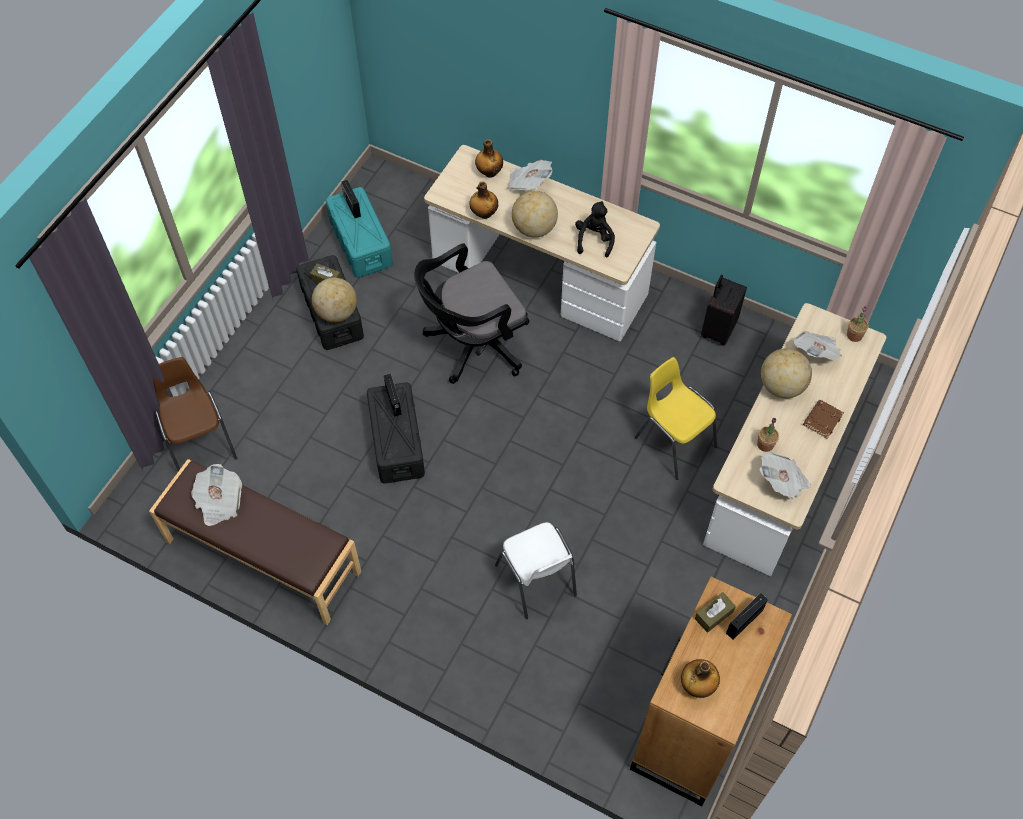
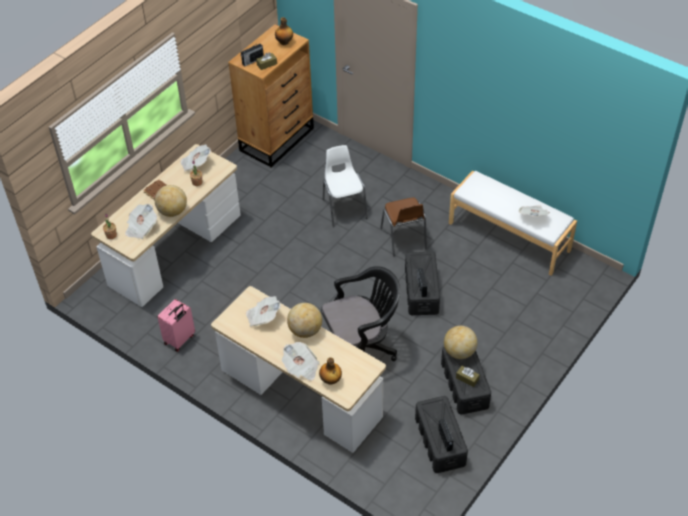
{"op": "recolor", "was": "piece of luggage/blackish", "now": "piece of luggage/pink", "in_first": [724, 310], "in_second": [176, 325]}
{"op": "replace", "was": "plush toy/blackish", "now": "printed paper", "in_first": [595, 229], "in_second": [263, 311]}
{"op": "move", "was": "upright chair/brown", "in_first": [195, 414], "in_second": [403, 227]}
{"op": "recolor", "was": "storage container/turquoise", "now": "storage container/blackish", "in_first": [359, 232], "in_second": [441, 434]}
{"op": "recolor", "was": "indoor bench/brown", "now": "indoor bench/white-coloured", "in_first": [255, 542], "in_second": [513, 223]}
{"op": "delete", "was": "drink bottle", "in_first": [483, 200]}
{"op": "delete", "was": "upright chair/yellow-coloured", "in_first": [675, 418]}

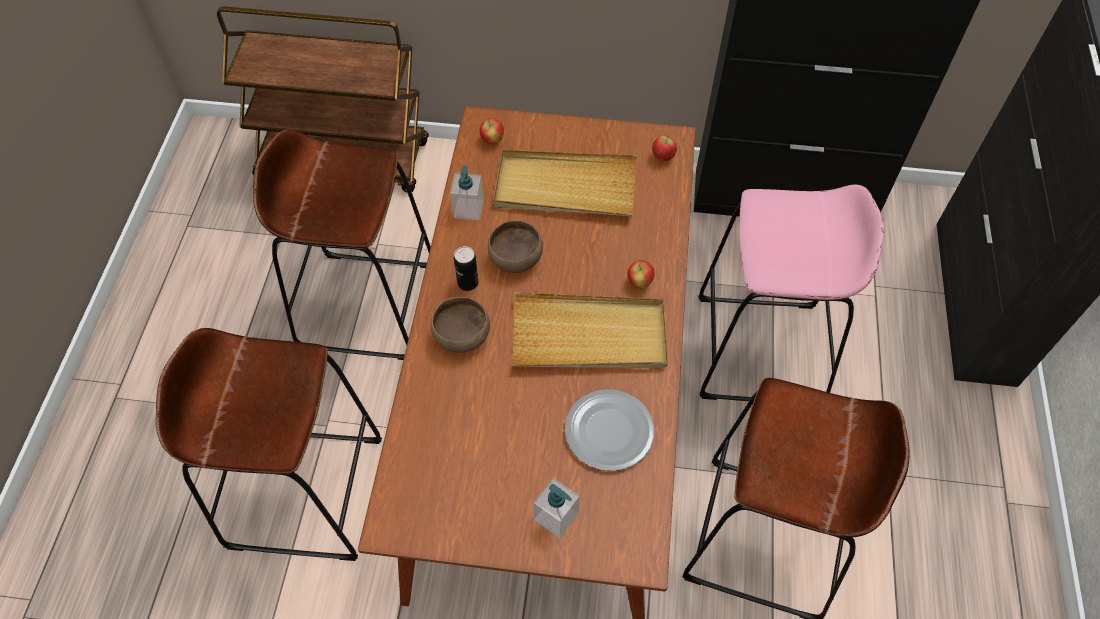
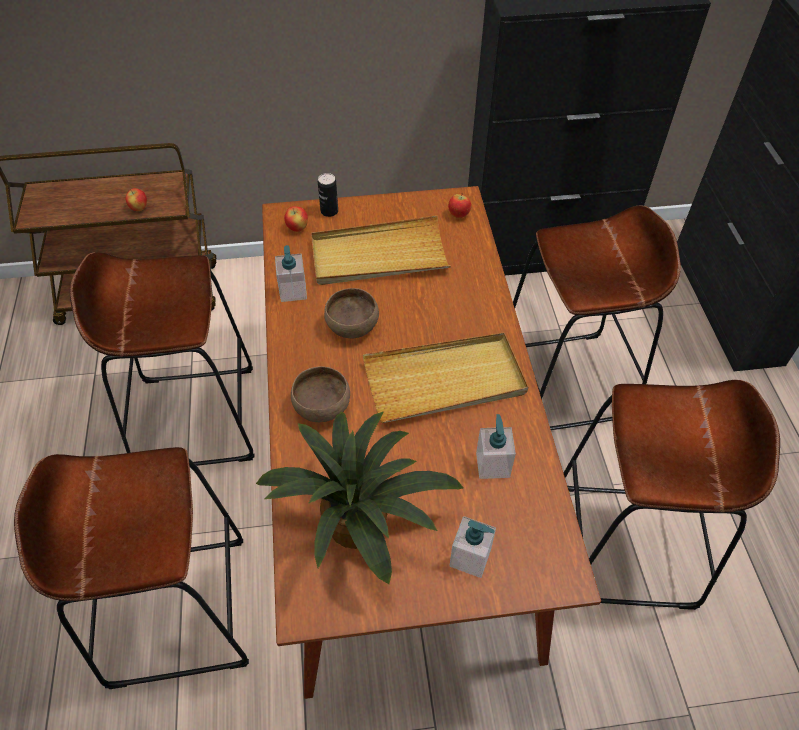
{"op": "move", "was": "apple fruit", "in_first": [641, 274], "in_second": [136, 199]}
{"op": "insert", "now": "potted plant", "in_second": [360, 497]}
{"op": "move", "was": "sealed can", "in_first": [466, 268], "in_second": [328, 195]}
{"op": "replace", "was": "flat dish", "now": "soap bottle", "in_first": [609, 430], "in_second": [496, 446]}
{"op": "recolor", "was": "stool seat/pink", "now": "stool seat/brown", "in_first": [791, 293], "in_second": [597, 317]}

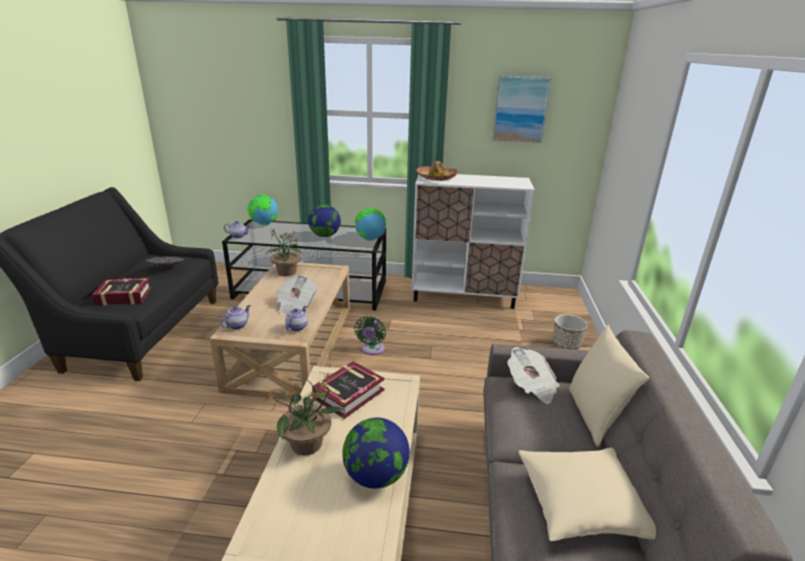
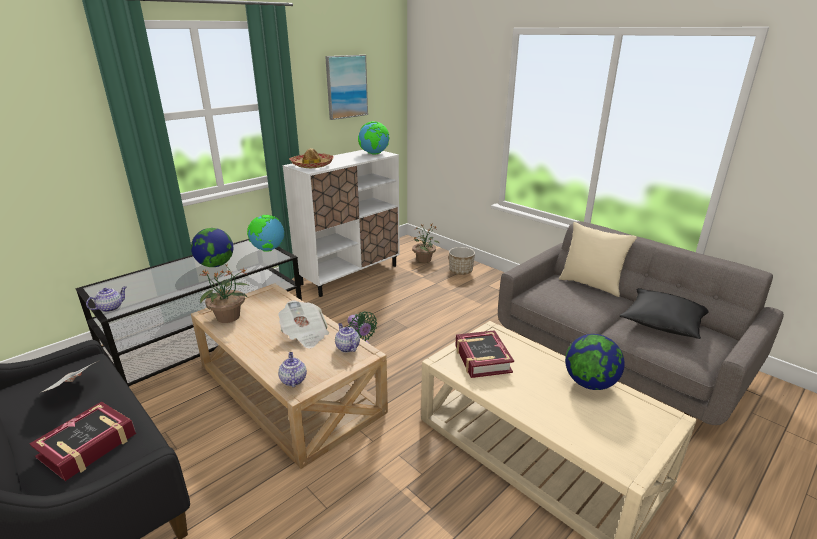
{"op": "move", "was": "desk globe", "in_first": [263, 210], "in_second": [374, 138]}
{"op": "move", "was": "potted plant", "in_first": [306, 414], "in_second": [425, 243]}
{"op": "recolor", "was": "throw pillow/beige-coloured", "now": "throw pillow/blackish", "in_first": [587, 494], "in_second": [664, 313]}
{"op": "delete", "was": "printed paper", "in_first": [533, 375]}

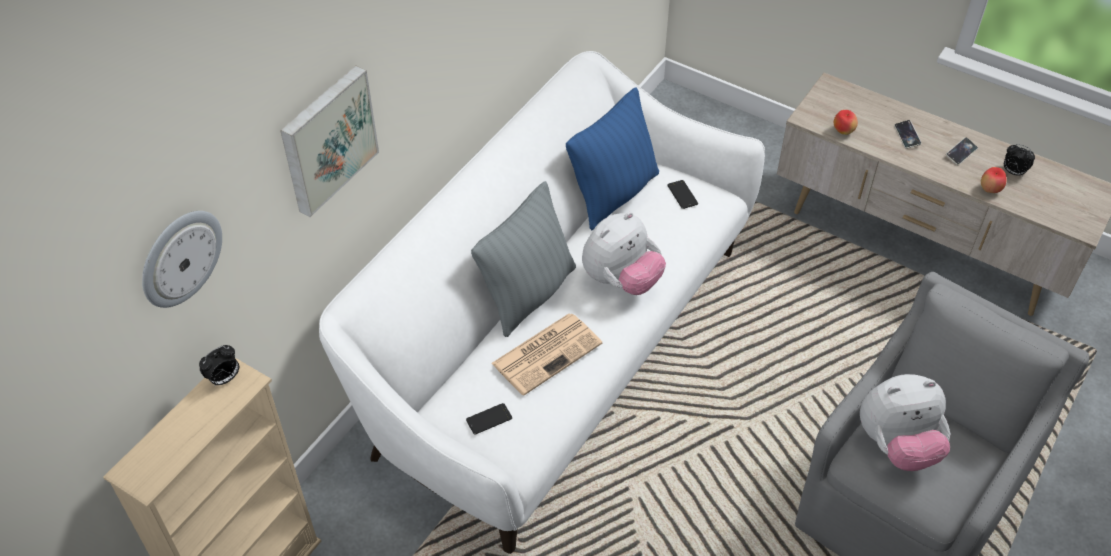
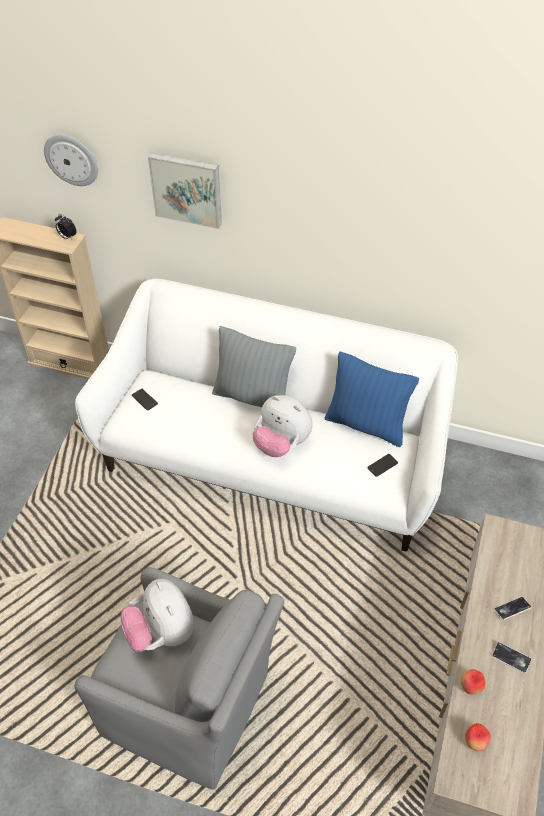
{"op": "move", "was": "apple fruit", "in_first": [846, 122], "in_second": [478, 737]}
{"op": "delete", "was": "printed paper", "in_first": [546, 355]}
{"op": "delete", "was": "bedside clock", "in_first": [1019, 160]}

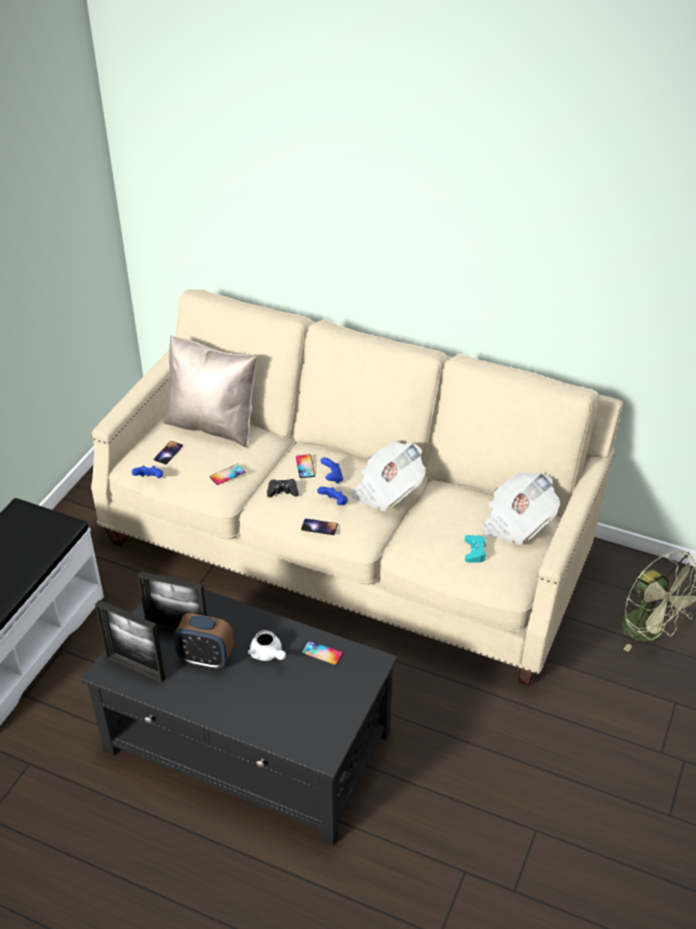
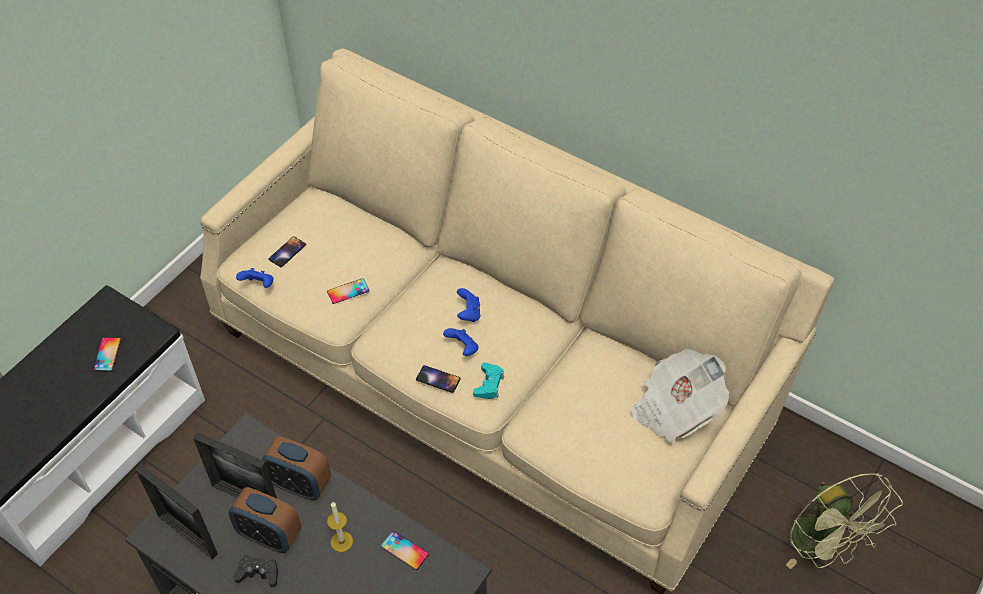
{"op": "move", "was": "phone", "in_first": [305, 466], "in_second": [107, 354]}
{"op": "move", "was": "gamepad/blackish", "in_first": [283, 488], "in_second": [255, 571]}
{"op": "insert", "now": "bedside clock", "in_second": [296, 468]}
{"op": "replace", "was": "tea pot/white-coloured", "now": "candle", "in_first": [267, 645], "in_second": [340, 527]}
{"op": "move", "was": "gamepad/turquoise", "in_first": [475, 549], "in_second": [488, 380]}
{"op": "delete", "was": "throw pillow/beige-coloured", "in_first": [210, 391]}
{"op": "delete", "was": "printed paper", "in_first": [388, 476]}

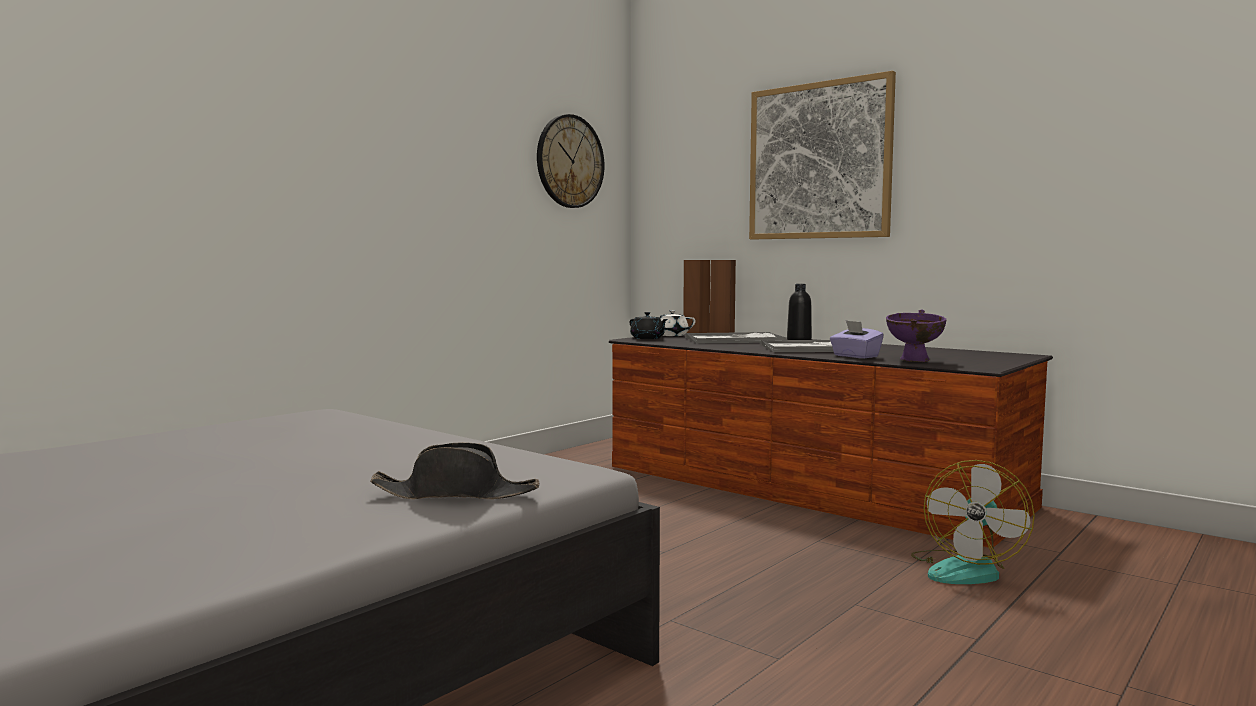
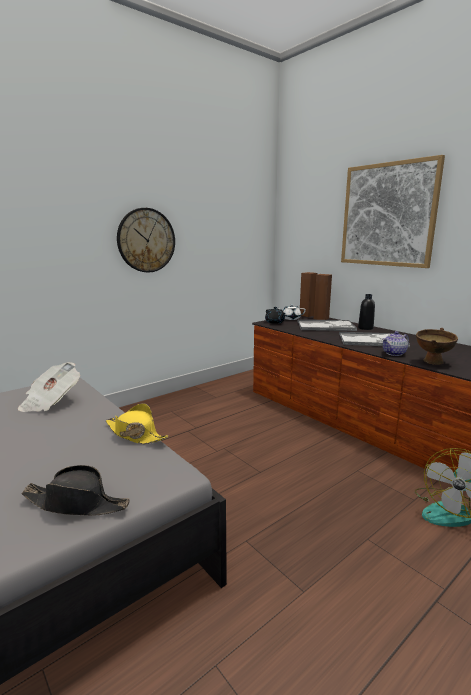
{"op": "insert", "now": "printed paper", "in_second": [49, 387]}
{"op": "insert", "now": "clothing hat/yellow-coloured", "in_second": [137, 423]}
{"op": "move", "was": "hanging clock", "in_first": [570, 161], "in_second": [146, 240]}
{"op": "replace", "was": "tissue box/purple", "now": "tea pot", "in_first": [857, 339], "in_second": [395, 343]}
{"op": "recolor", "was": "deep dish/purple", "now": "deep dish/brown", "in_first": [916, 336], "in_second": [437, 346]}

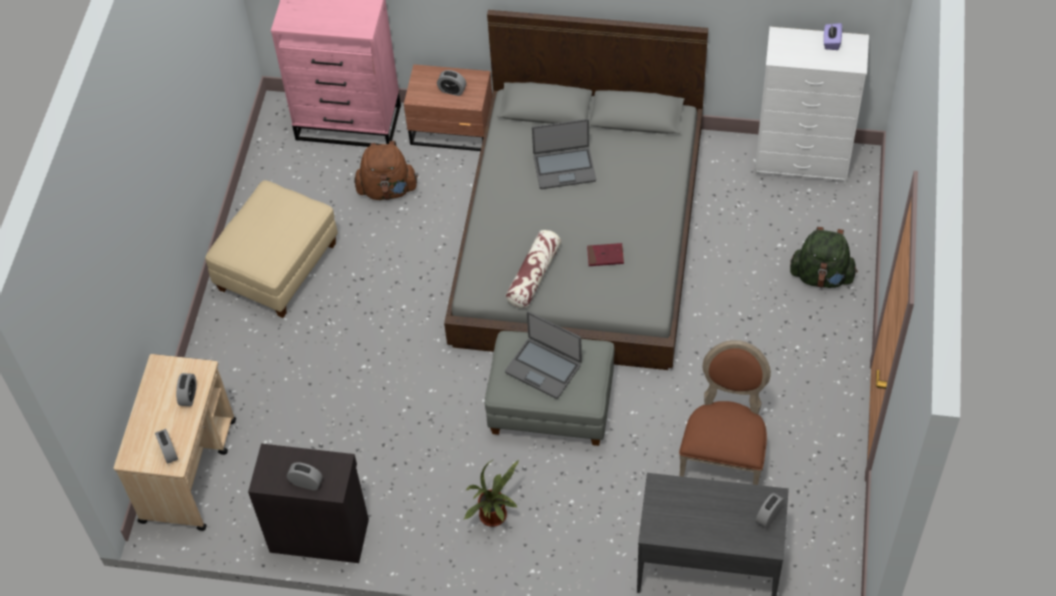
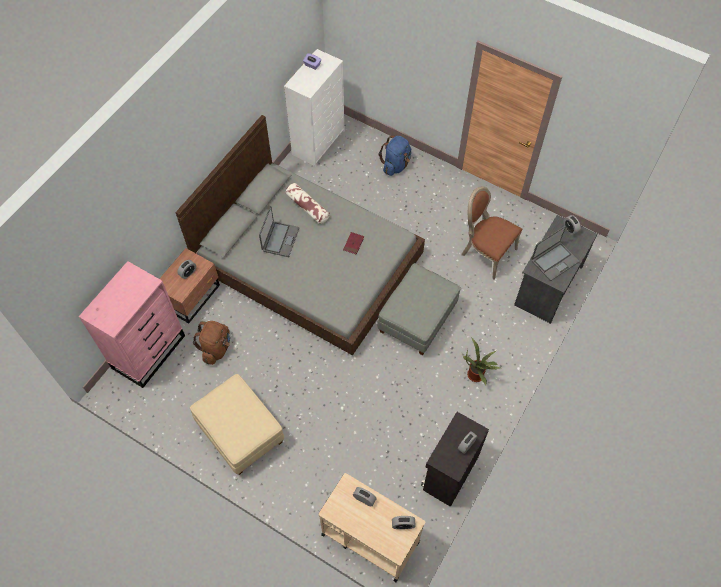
{"op": "move", "was": "throw pillow", "in_first": [533, 269], "in_second": [308, 203]}
{"op": "recolor", "was": "knapsack/green-coloured", "now": "knapsack/blue-coloured", "in_first": [824, 257], "in_second": [395, 155]}
{"op": "move", "was": "notebook computer", "in_first": [543, 355], "in_second": [555, 253]}

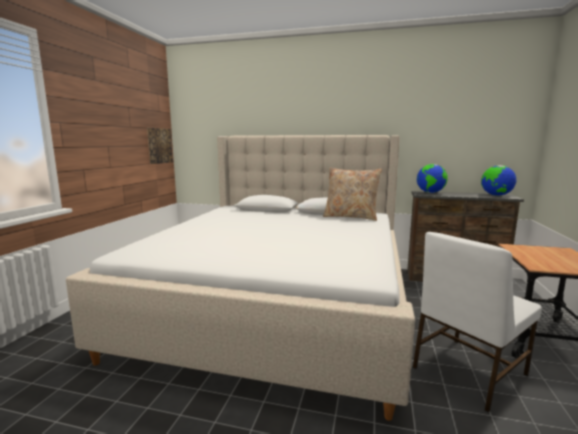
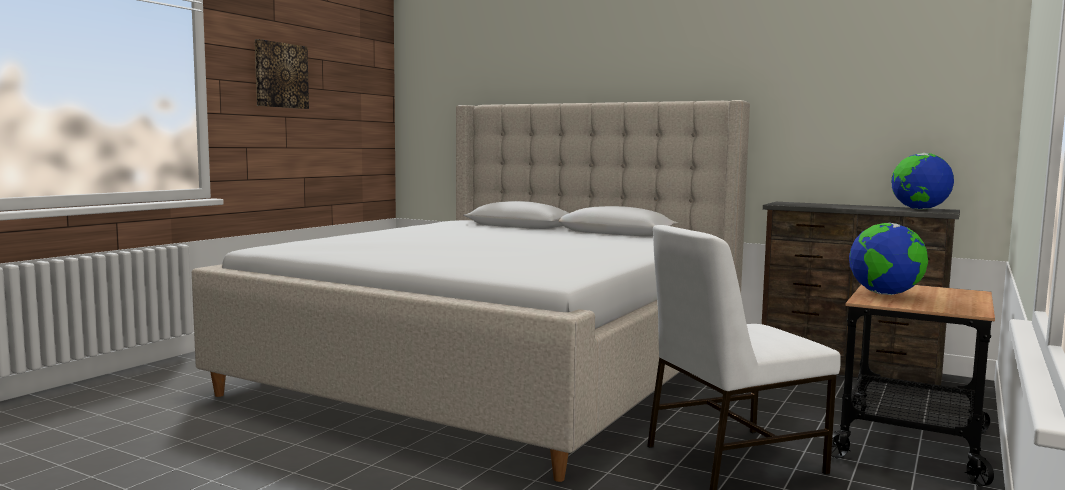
{"op": "move", "was": "wall picture", "in_first": [160, 146], "in_second": [282, 74]}
{"op": "move", "was": "desk globe", "in_first": [432, 178], "in_second": [888, 259]}
{"op": "delete", "was": "throw pillow/beige-coloured", "in_first": [352, 194]}

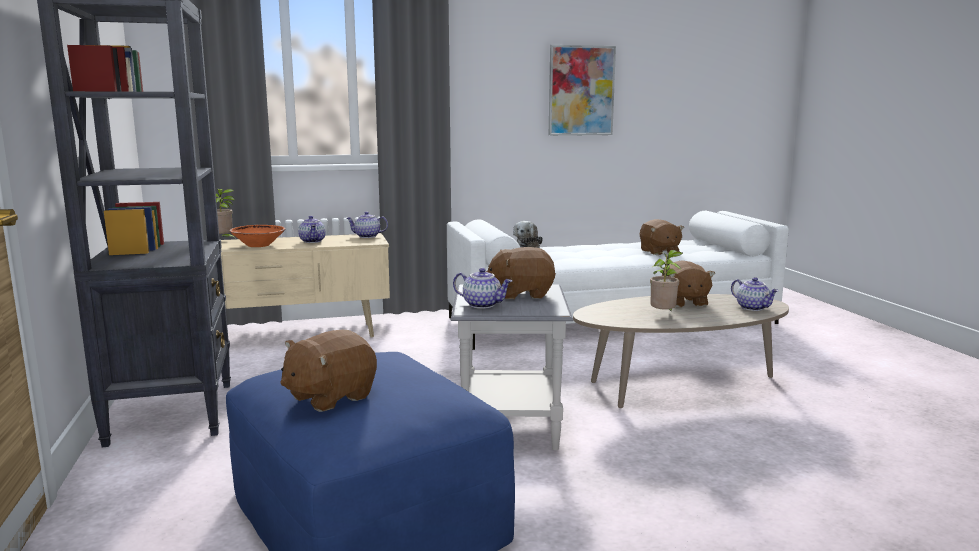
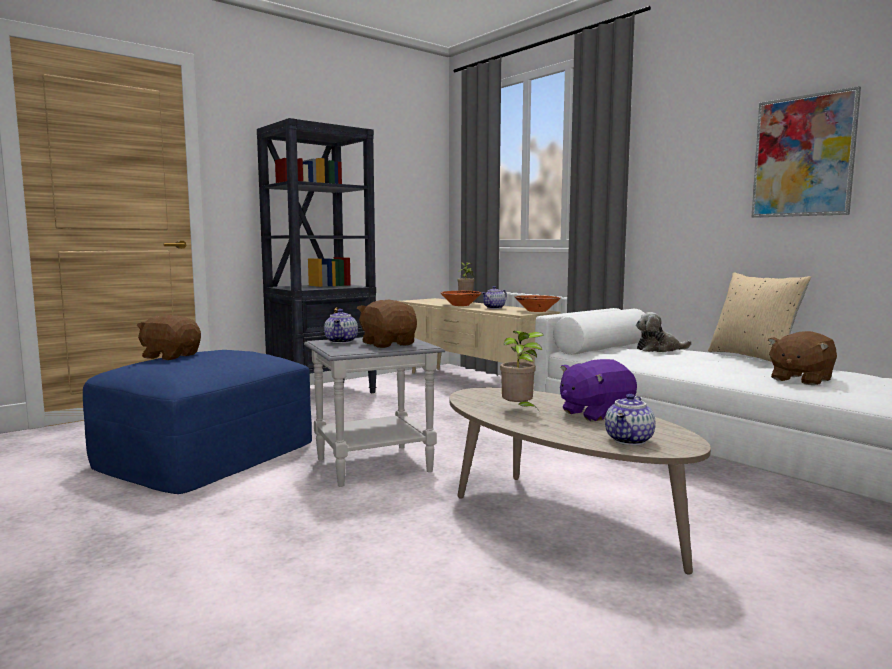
{"op": "replace", "was": "tea pot", "now": "deep dish/orange-coloured", "in_first": [367, 225], "in_second": [538, 303]}
{"op": "recolor", "was": "plush toy/brown", "now": "plush toy/purple", "in_first": [689, 283], "in_second": [598, 390]}
{"op": "insert", "now": "throw pillow/beige-coloured", "in_second": [759, 317]}

